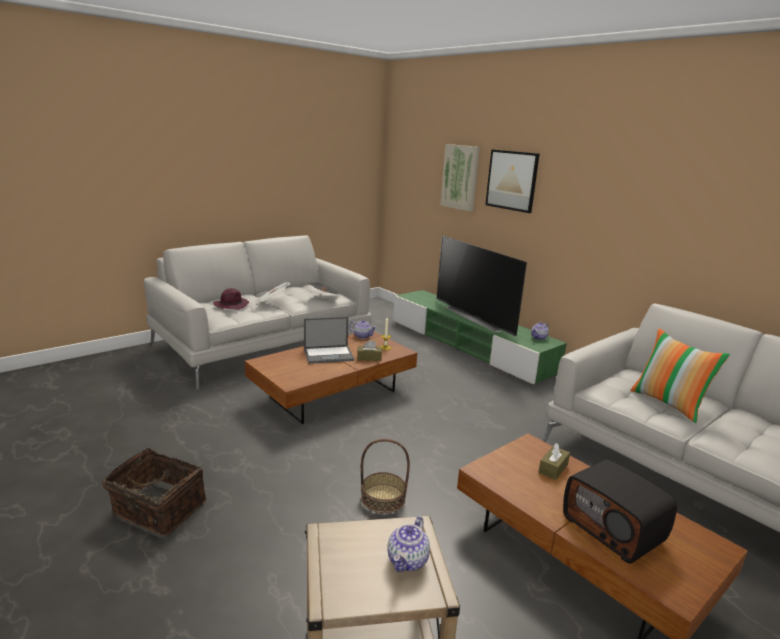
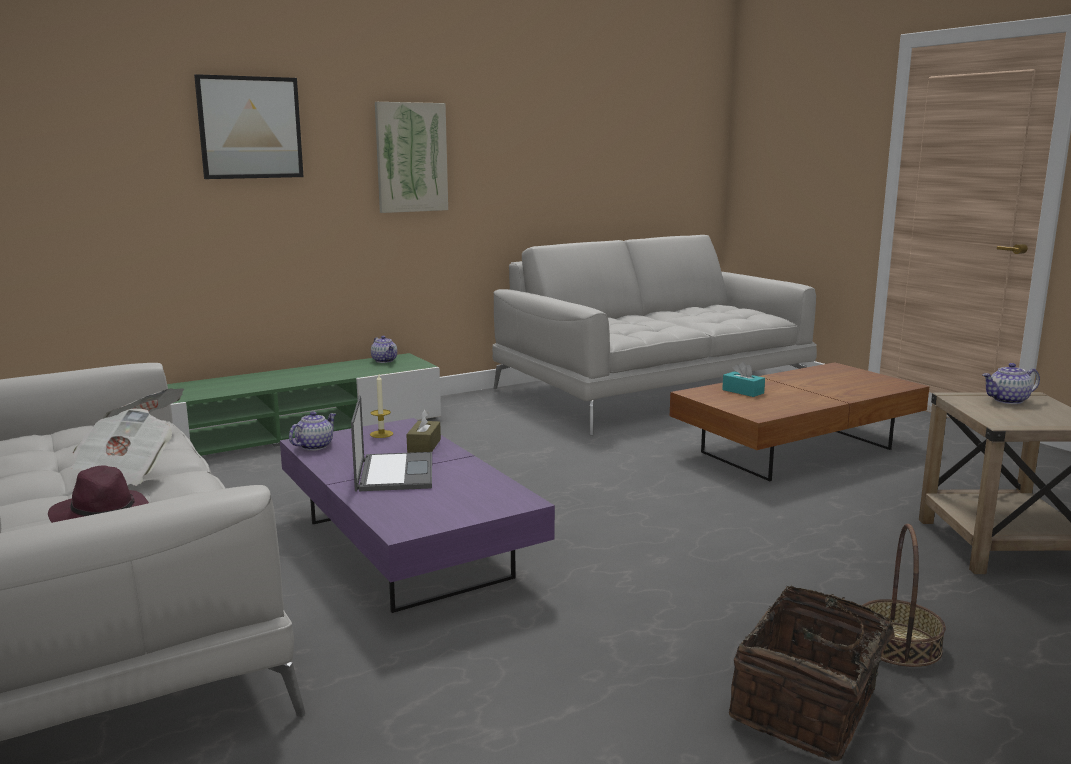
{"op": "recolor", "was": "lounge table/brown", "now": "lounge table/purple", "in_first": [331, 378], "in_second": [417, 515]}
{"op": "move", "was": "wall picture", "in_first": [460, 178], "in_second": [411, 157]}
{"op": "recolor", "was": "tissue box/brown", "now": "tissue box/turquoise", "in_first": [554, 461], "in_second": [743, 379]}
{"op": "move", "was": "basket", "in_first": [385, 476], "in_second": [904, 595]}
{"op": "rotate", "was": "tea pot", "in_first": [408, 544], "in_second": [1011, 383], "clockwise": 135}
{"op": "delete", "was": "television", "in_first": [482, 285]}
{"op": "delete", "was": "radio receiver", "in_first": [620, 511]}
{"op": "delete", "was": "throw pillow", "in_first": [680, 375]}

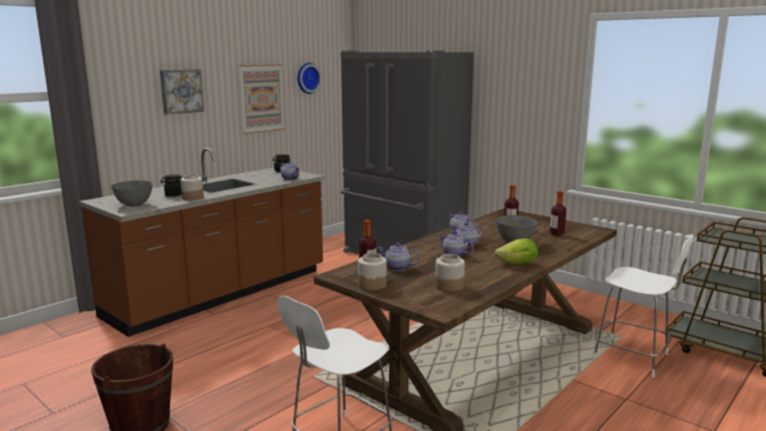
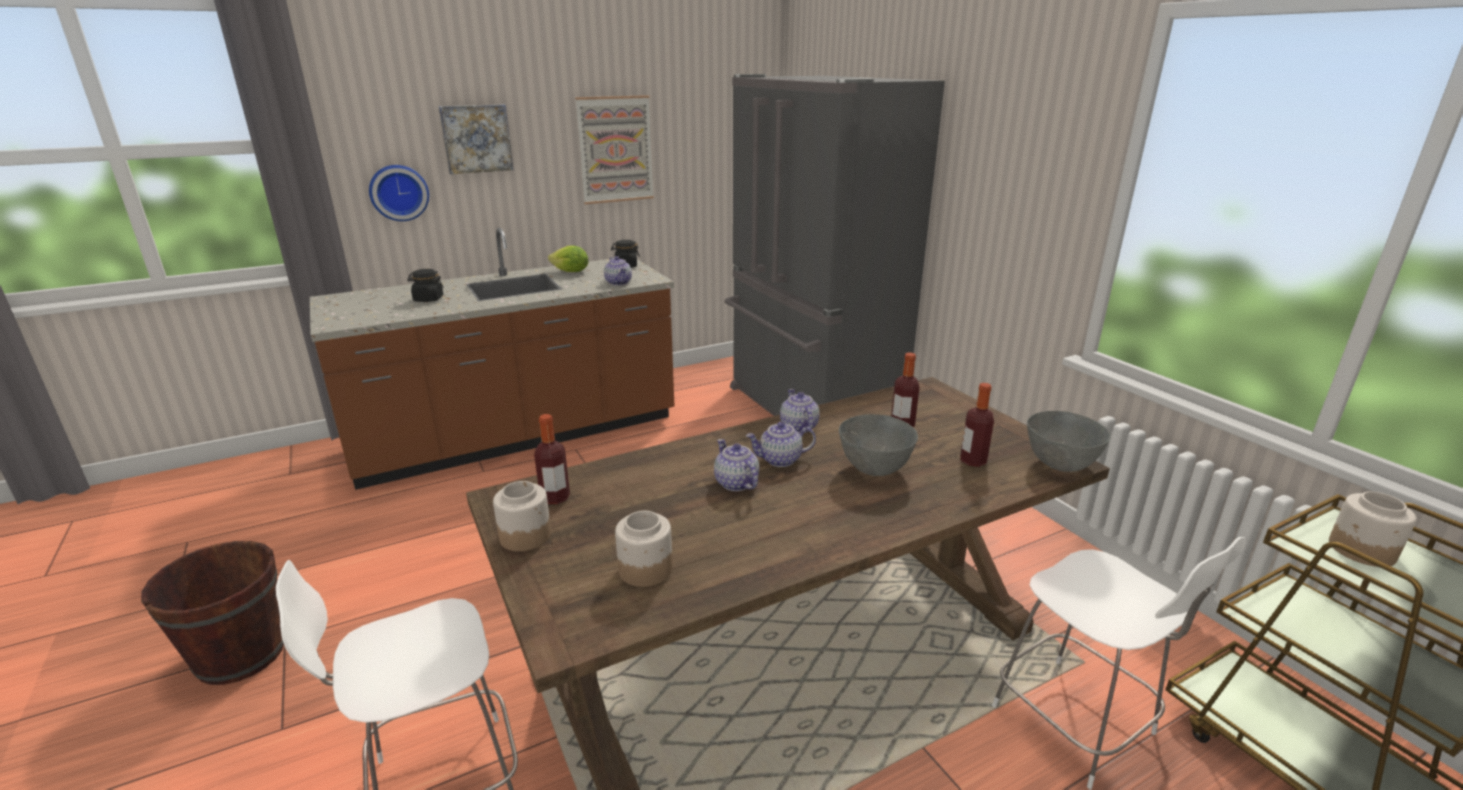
{"op": "move", "was": "hanging clock", "in_first": [309, 78], "in_second": [399, 193]}
{"op": "move", "was": "lettuce head", "in_first": [516, 251], "in_second": [568, 259]}
{"op": "move", "was": "deep dish/grey", "in_first": [132, 193], "in_second": [1069, 441]}
{"op": "move", "was": "storage jar", "in_first": [192, 187], "in_second": [1373, 529]}
{"op": "delete", "was": "tea pot", "in_first": [399, 257]}

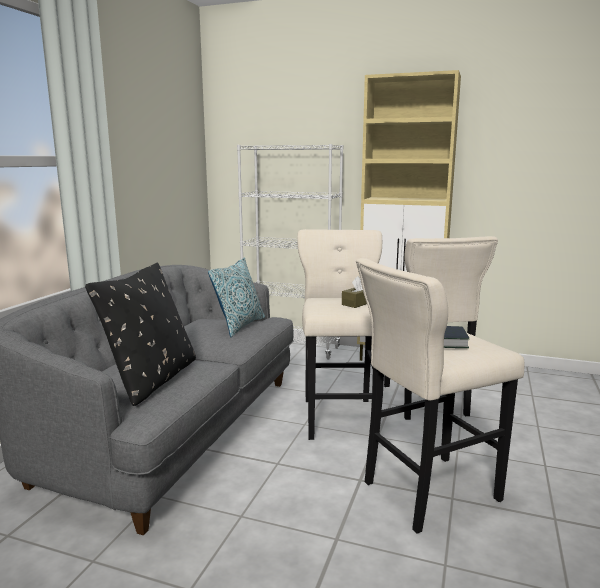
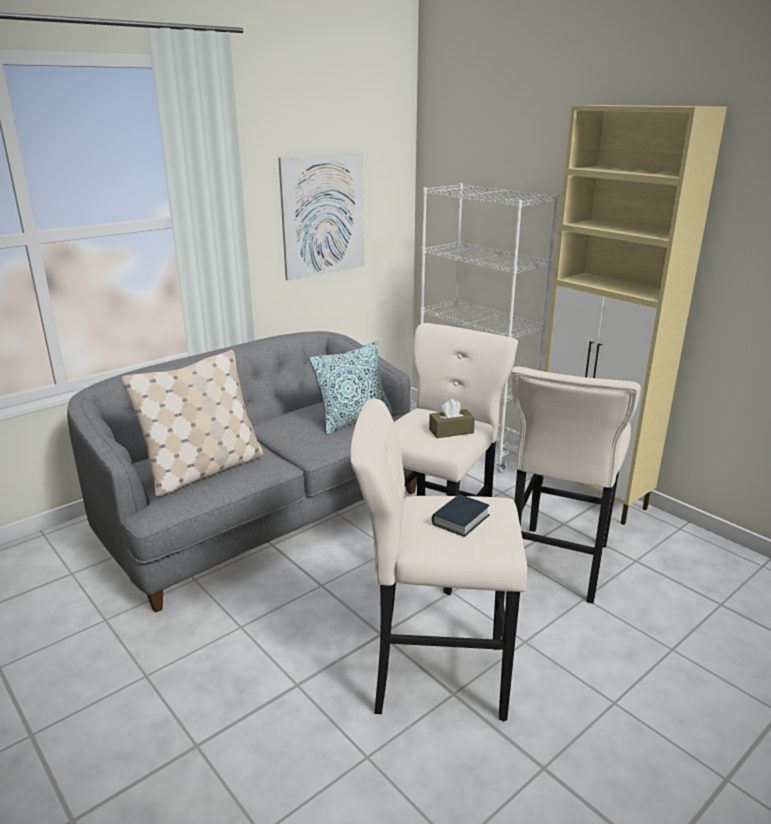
{"op": "recolor", "was": "throw pillow/blackish", "now": "throw pillow/beige-coloured", "in_first": [140, 334], "in_second": [192, 423]}
{"op": "insert", "now": "wall picture", "in_second": [321, 216]}

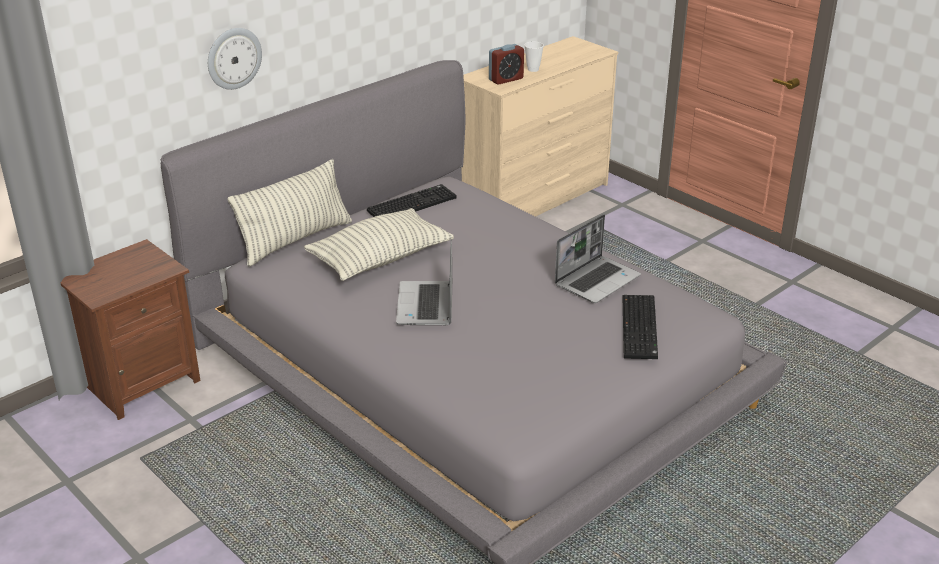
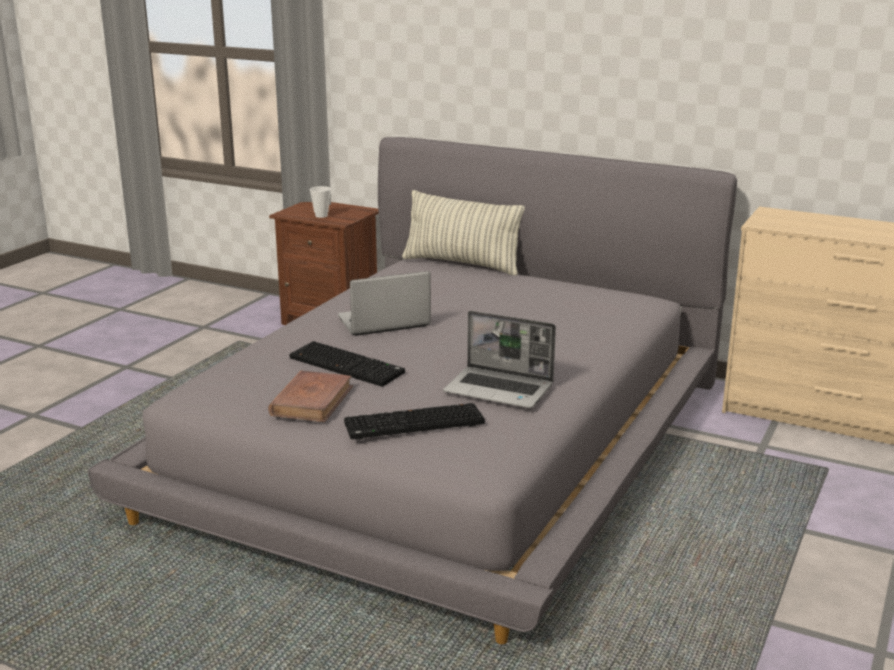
{"op": "insert", "now": "volume/brown", "in_second": [310, 396]}
{"op": "move", "was": "computer keyboard", "in_first": [412, 200], "in_second": [347, 364]}
{"op": "move", "was": "small cup", "in_first": [534, 56], "in_second": [320, 202]}
{"op": "delete", "was": "hanging clock", "in_first": [235, 59]}
{"op": "delete", "was": "throw pillow", "in_first": [379, 244]}
{"op": "delete", "was": "bedside clock", "in_first": [506, 64]}

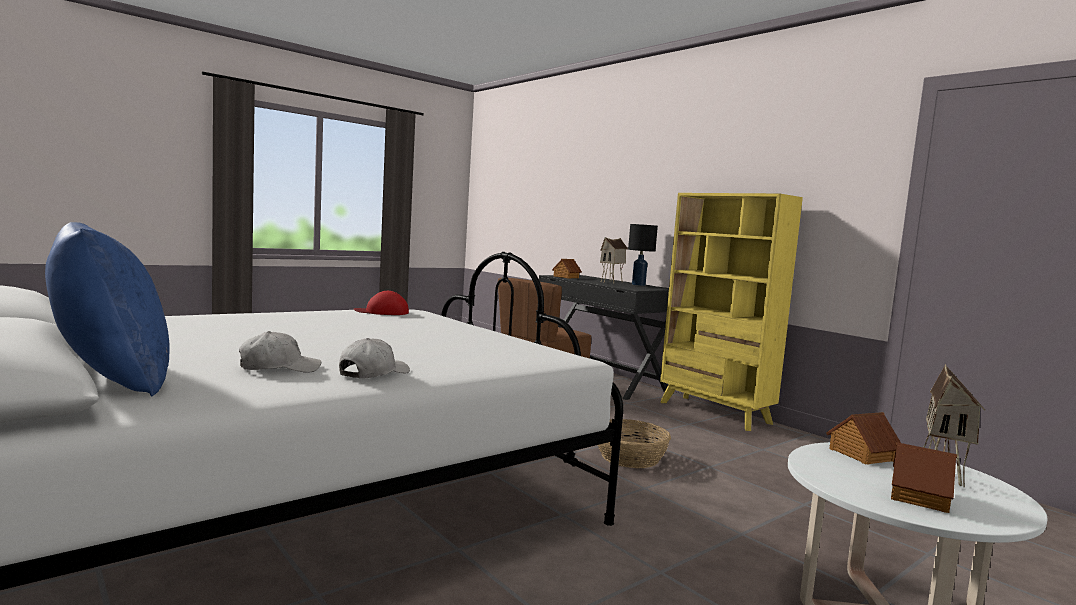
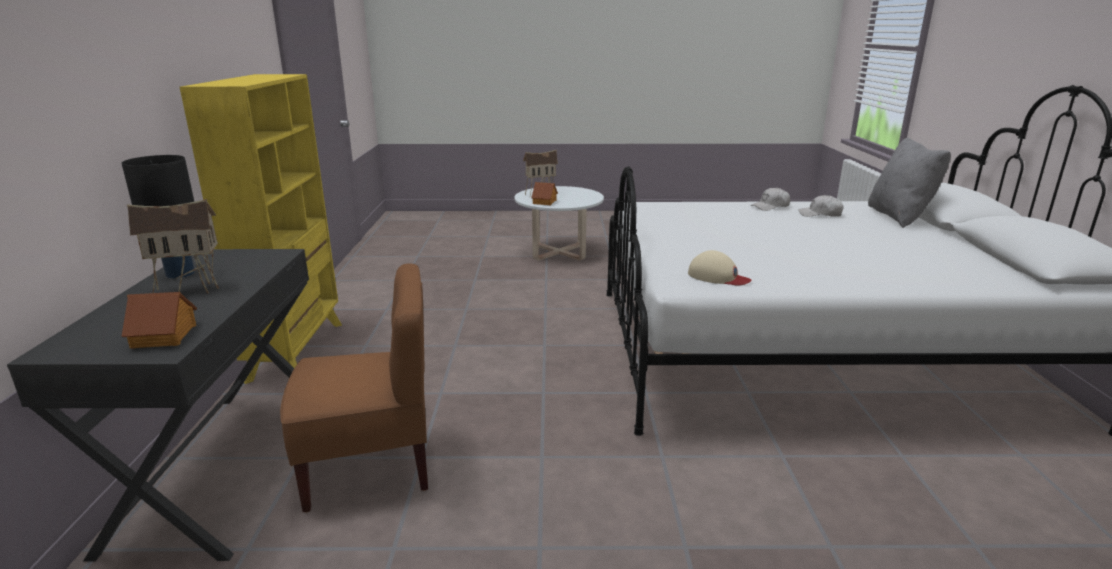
{"op": "recolor", "was": "cap/red", "now": "cap/beige-coloured", "in_first": [381, 303], "in_second": [720, 267]}
{"op": "recolor", "was": "throw pillow/blue-coloured", "now": "throw pillow/grey", "in_first": [107, 309], "in_second": [909, 182]}
{"op": "delete", "was": "basket", "in_first": [634, 443]}
{"op": "delete", "was": "toy house", "in_first": [924, 477]}

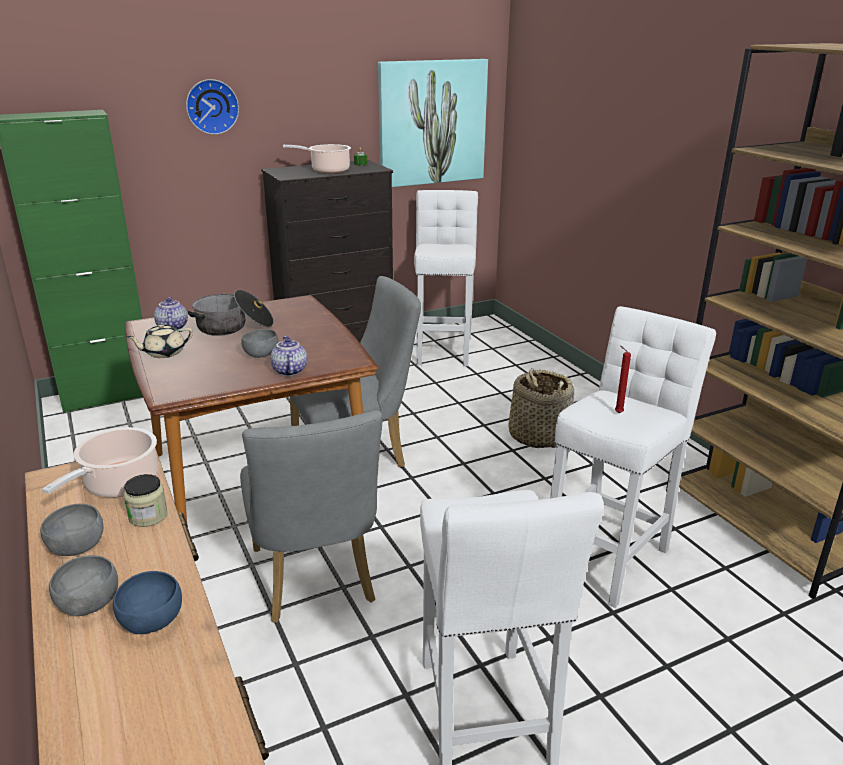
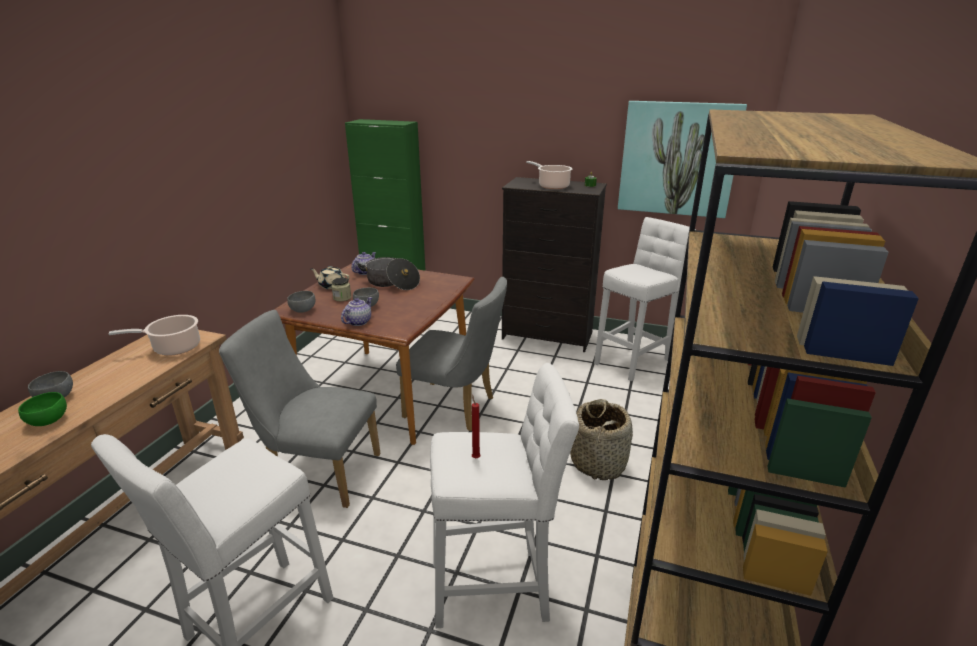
{"op": "recolor", "was": "deep dish/blue-coloured", "now": "deep dish/green-coloured", "in_first": [147, 602], "in_second": [42, 409]}
{"op": "rotate", "was": "upright chair/grey", "in_first": [311, 516], "in_second": [299, 409], "clockwise": 75}
{"op": "move", "was": "deep dish/grey", "in_first": [71, 529], "in_second": [301, 302]}
{"op": "move", "was": "storage jar", "in_first": [146, 500], "in_second": [341, 289]}
{"op": "delete", "was": "hanging clock", "in_first": [212, 107]}

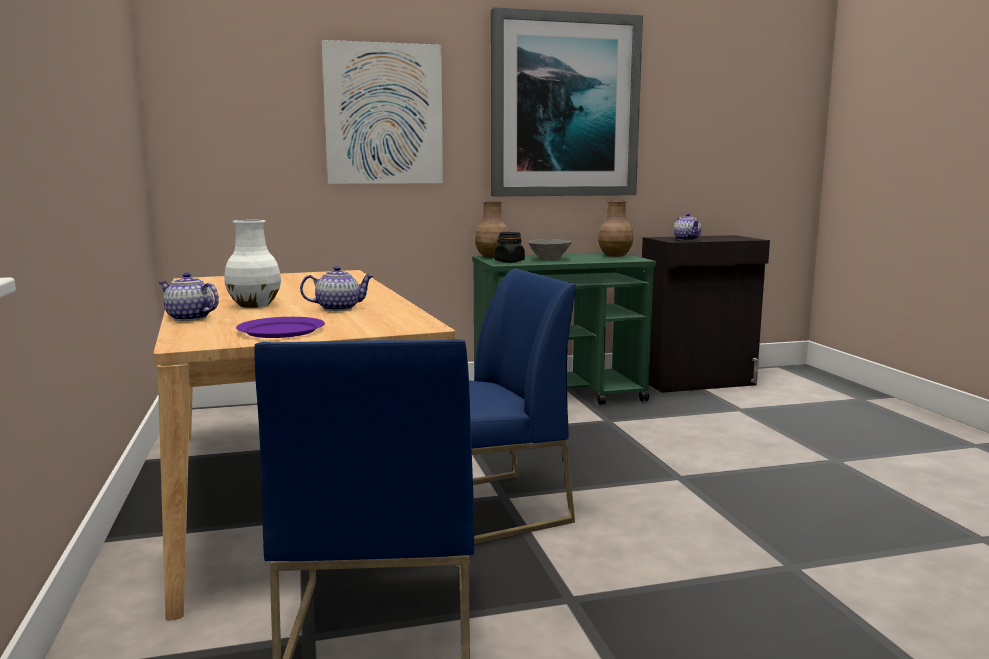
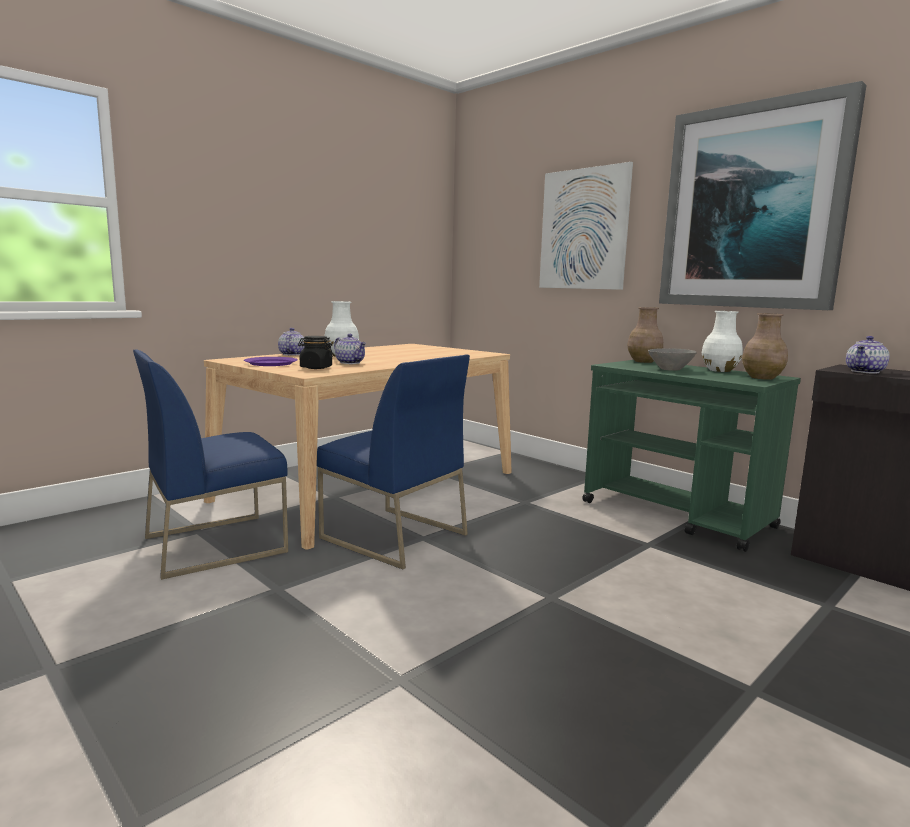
{"op": "move", "was": "storage jar/blackish", "in_first": [509, 247], "in_second": [315, 352]}
{"op": "insert", "now": "decorative vase/white-coloured", "in_second": [722, 341]}

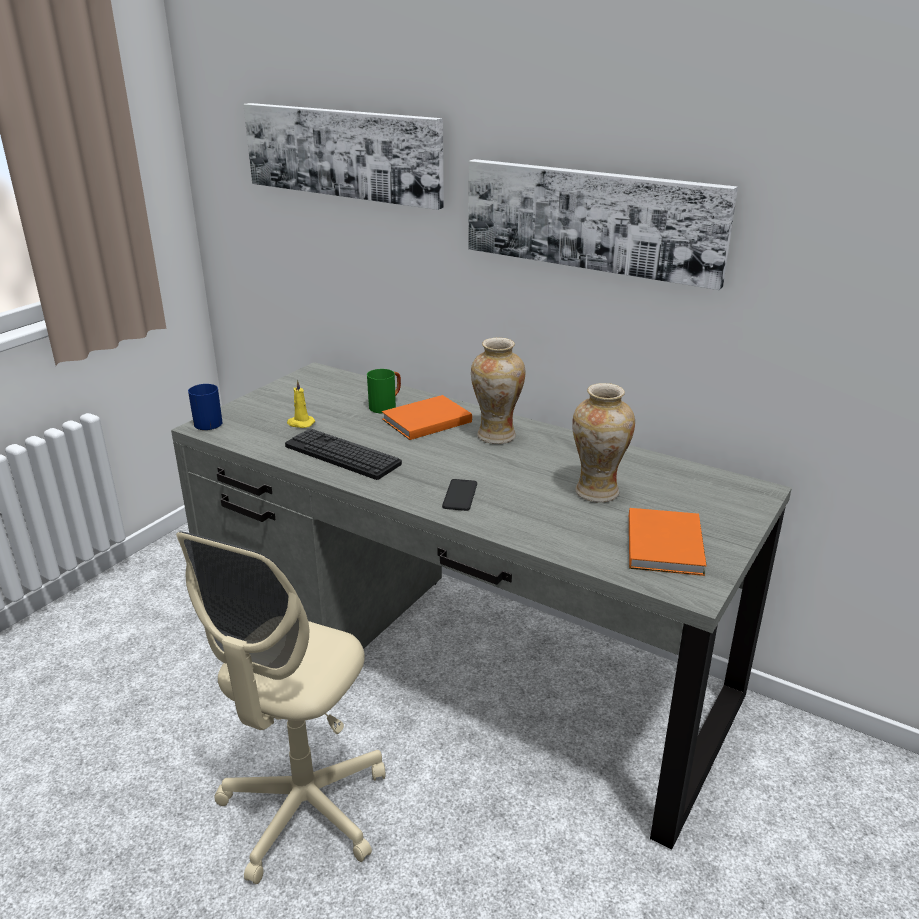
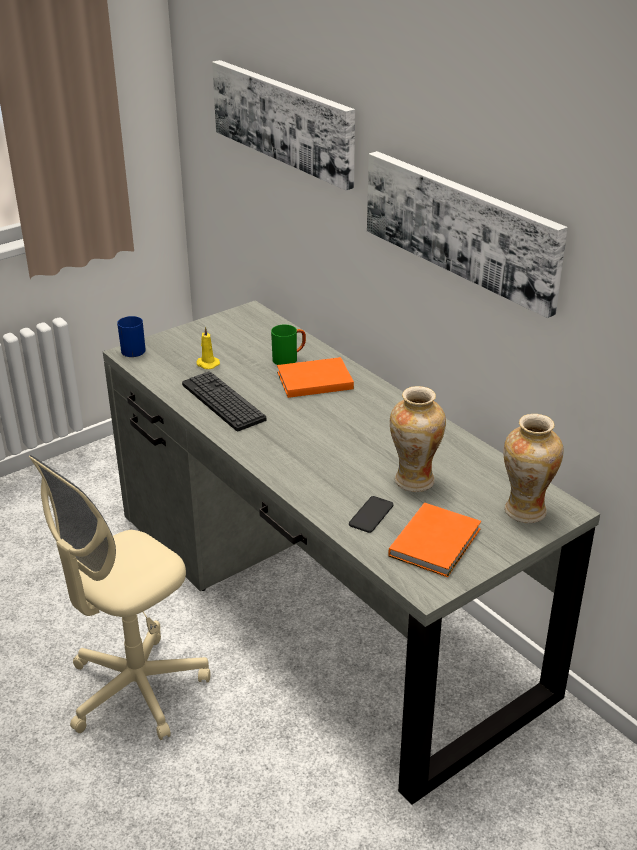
{"op": "move", "was": "phone", "in_first": [459, 495], "in_second": [371, 514]}
{"op": "move", "was": "decorative vase", "in_first": [498, 391], "in_second": [534, 468]}

